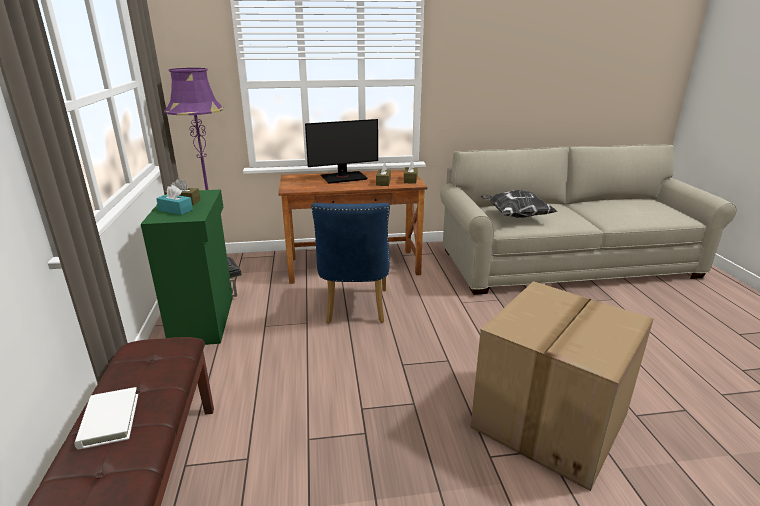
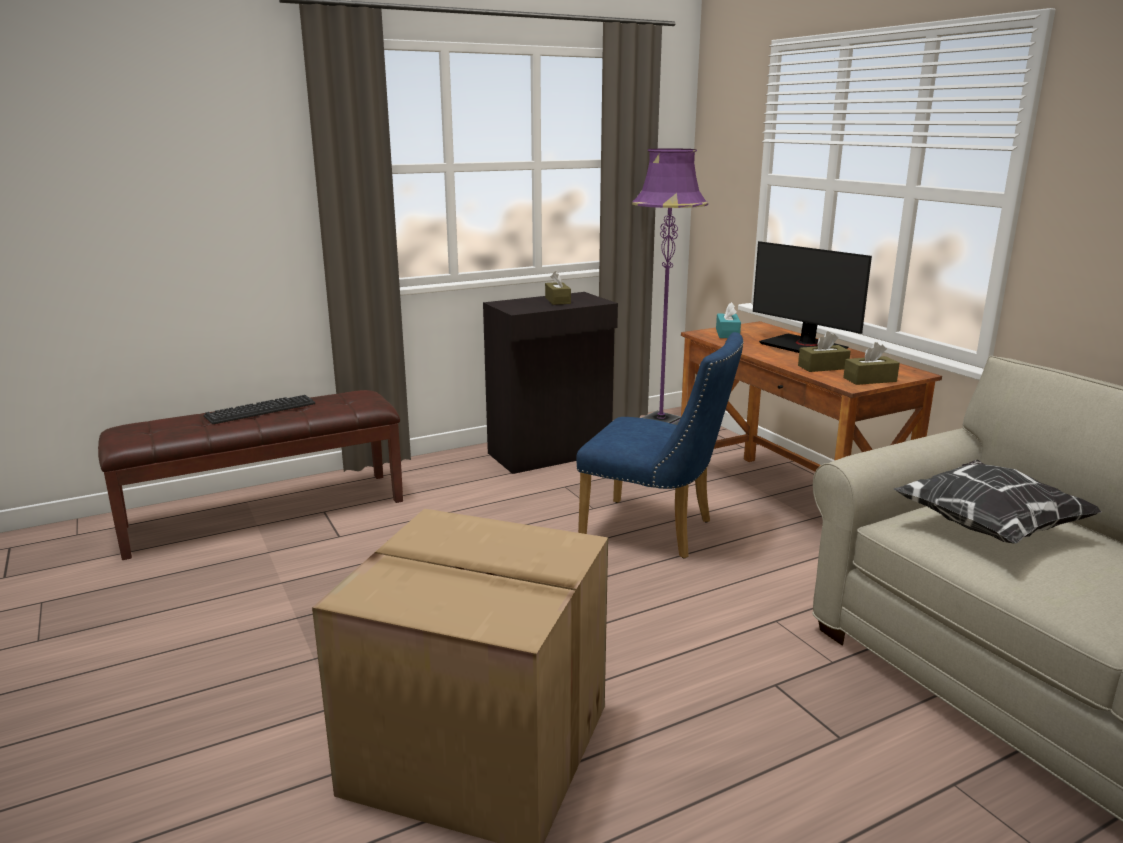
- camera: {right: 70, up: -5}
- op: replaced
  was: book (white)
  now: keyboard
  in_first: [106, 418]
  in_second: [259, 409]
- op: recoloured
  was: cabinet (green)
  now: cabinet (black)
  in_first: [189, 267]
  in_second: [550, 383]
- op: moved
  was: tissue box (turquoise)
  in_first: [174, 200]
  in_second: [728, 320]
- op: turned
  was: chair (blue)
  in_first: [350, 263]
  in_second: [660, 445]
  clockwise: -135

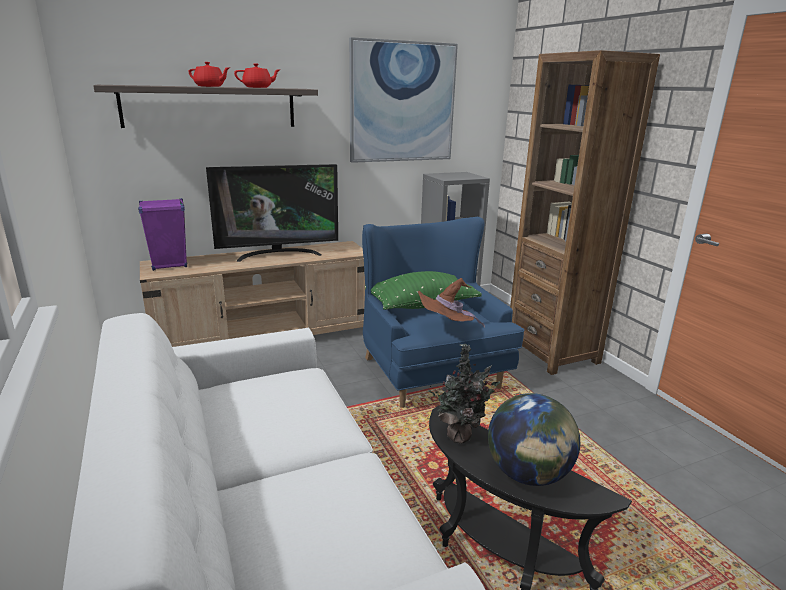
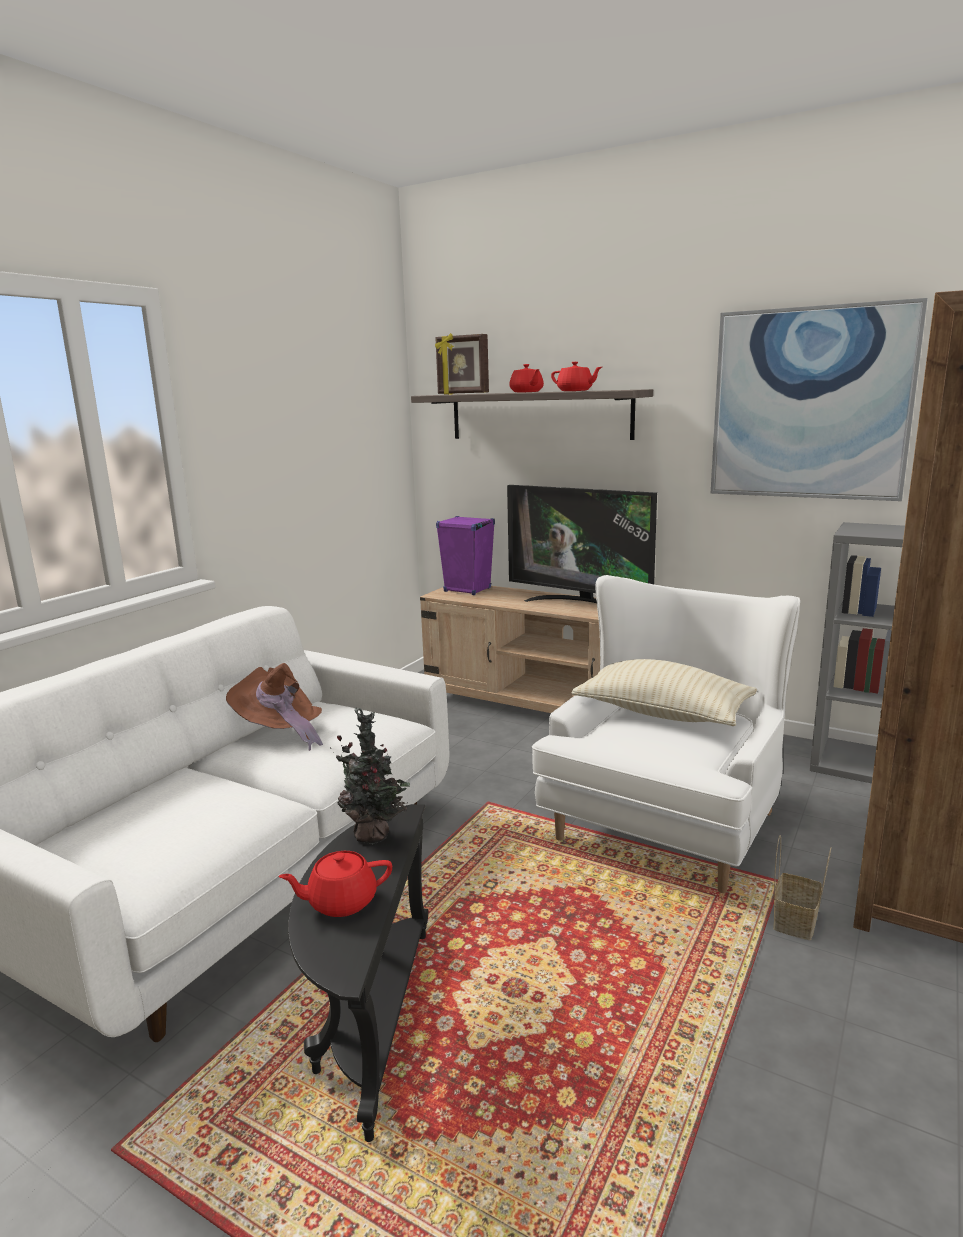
- camera: {right: 55, up: -5}
- op: recoloured
  was: armchair (blue)
  now: armchair (white)
  in_first: [443, 312]
  in_second: [666, 734]
- op: recoloured
  was: pillow (green)
  now: pillow (beige)
  in_first: [423, 290]
  in_second: [664, 692]
- op: moved
  was: hat (brown)
  in_first: [451, 303]
  in_second: [274, 707]
- op: replaced
  was: globe
  now: teapot (red)
  in_first: [534, 439]
  in_second: [335, 884]
- op: added
  now: picture frame
  in_second: [462, 364]
- op: added
  now: basket
  in_second: [802, 887]

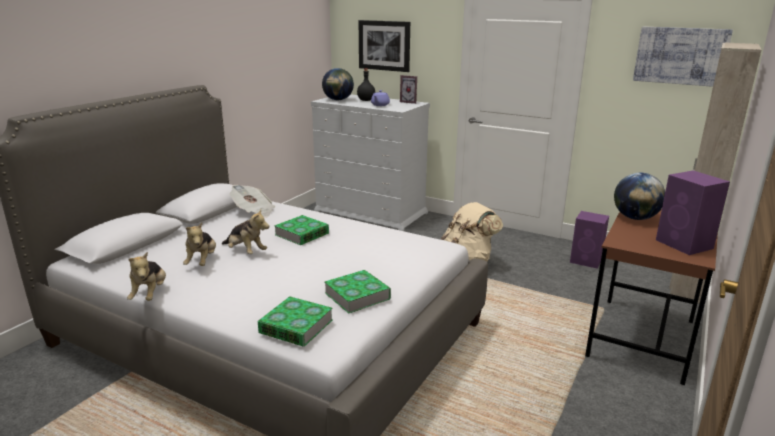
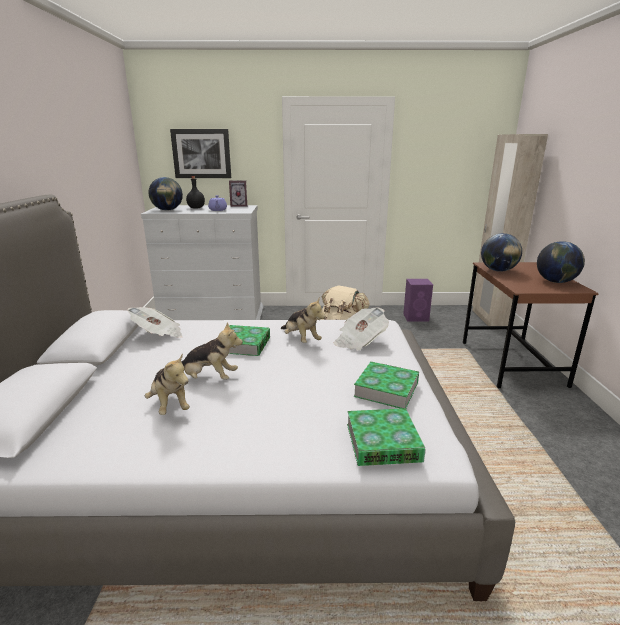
- camera: {right: -30, up: 0}
- op: moved
  was: plush toy
  in_first: [146, 276]
  in_second: [303, 320]
- op: removed
  was: picture
  in_first: [683, 57]
- op: replaced
  was: speaker (purple)
  now: globe
  in_first: [693, 212]
  in_second: [561, 262]
- op: added
  now: newspaper
  in_second: [361, 328]

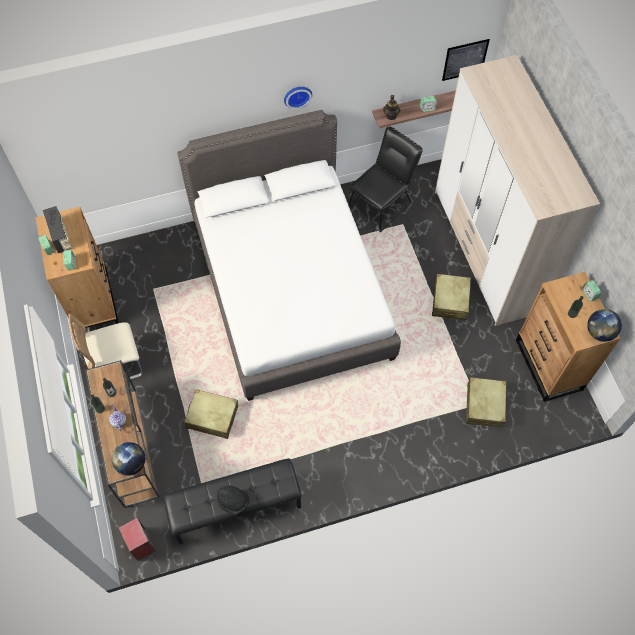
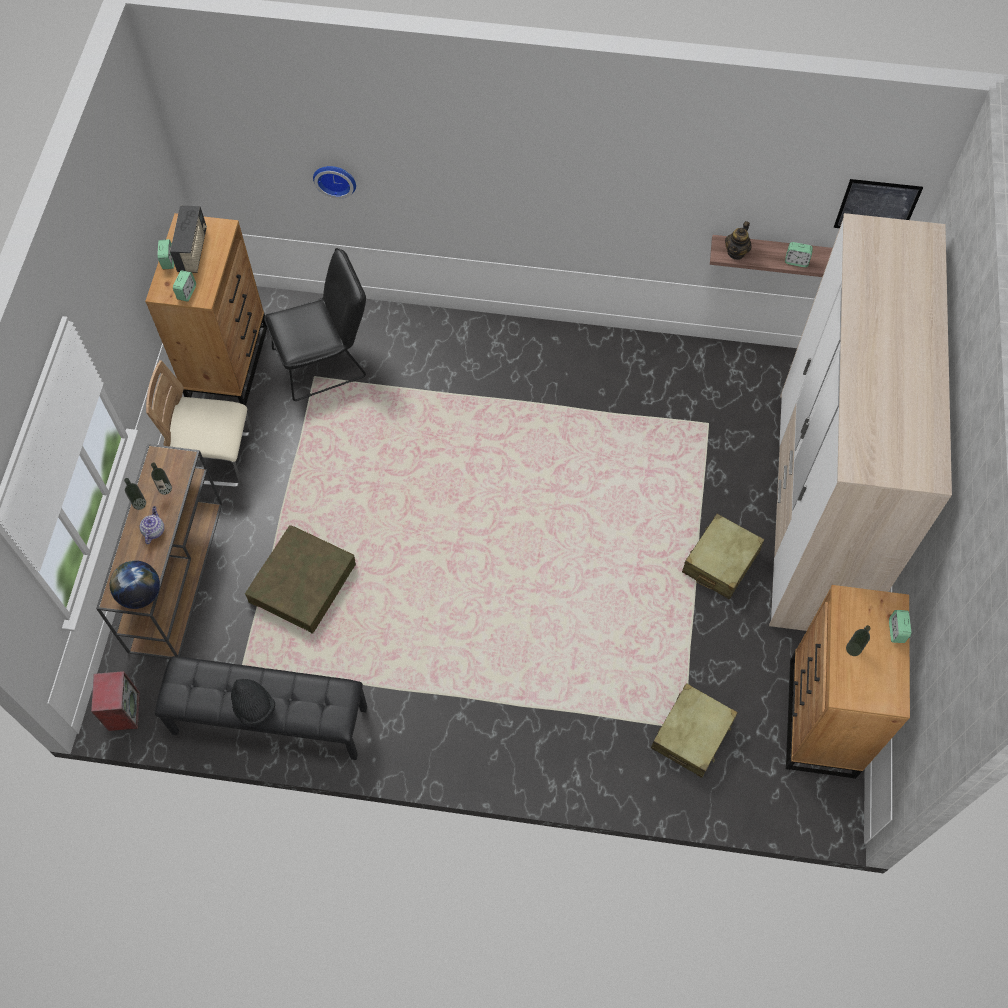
- camera: {right: 25, up: 0}
- op: removed
  was: bed (white)
  in_first: [289, 255]
- op: replaced
  was: suitcase (beige)
  now: storage box (brown)
  in_first: [211, 414]
  in_second: [300, 579]
- op: moved
  was: wall clock
  in_first: [298, 98]
  in_second: [334, 182]
- op: moved
  was: chair (black)
  in_first: [385, 179]
  in_second: [315, 324]
- op: removed
  was: globe
  in_first: [604, 325]

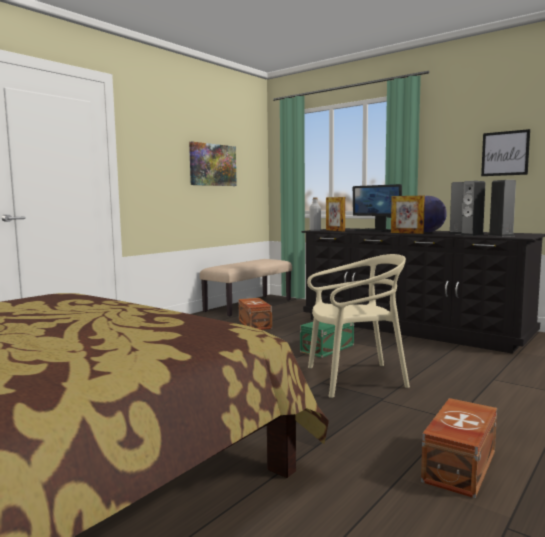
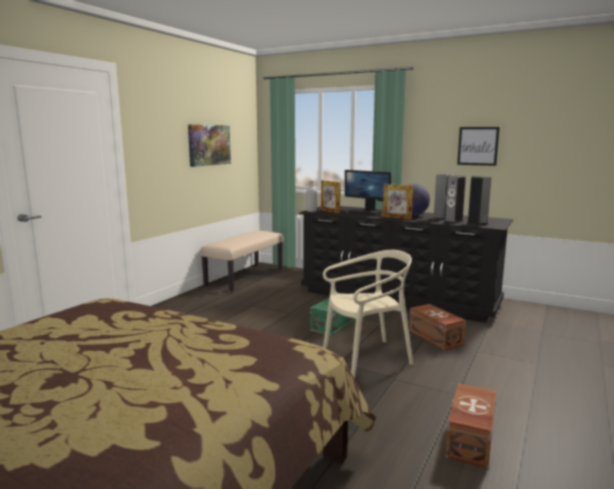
- camera: {right: -10, up: 5}
- op: moved
  was: storage box (brown)
  in_first: [255, 314]
  in_second: [437, 327]

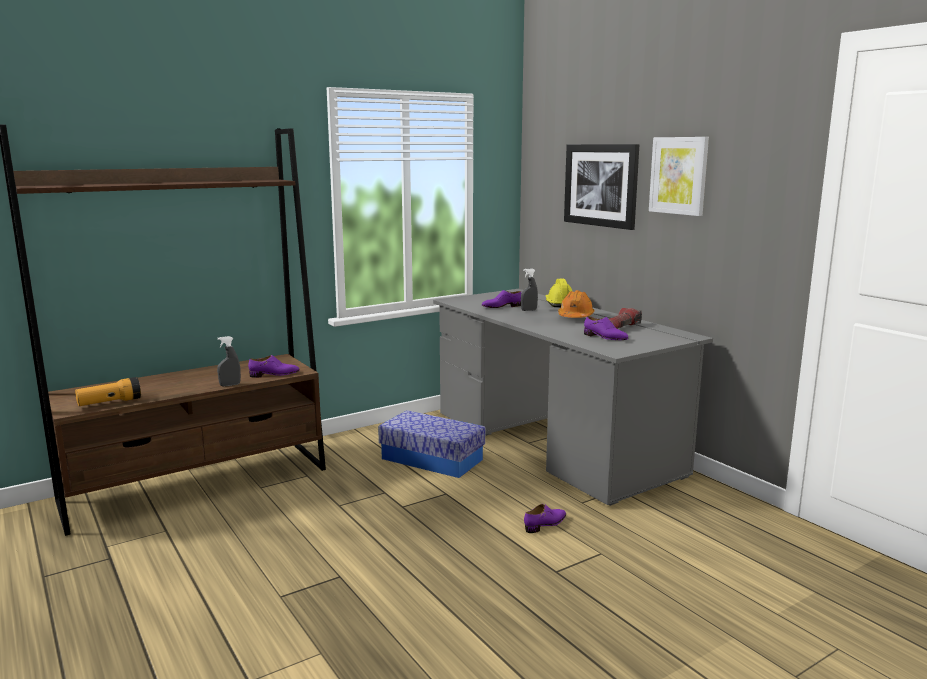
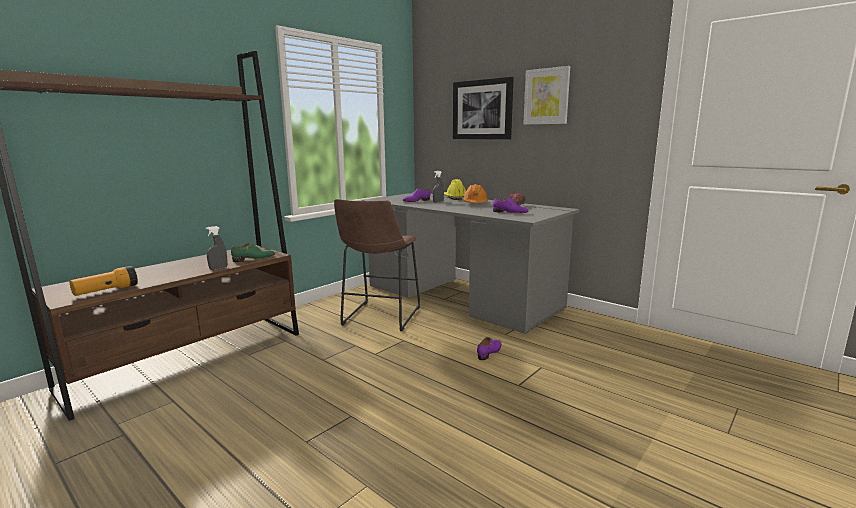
- camera: {right: -15, up: 0}
- op: recoloured
  was: shoe (purple)
  now: shoe (green)
  in_first: [273, 366]
  in_second: [253, 252]
- op: replaced
  was: storage box
  now: stool (brown)
  in_first: [431, 444]
  in_second: [377, 265]

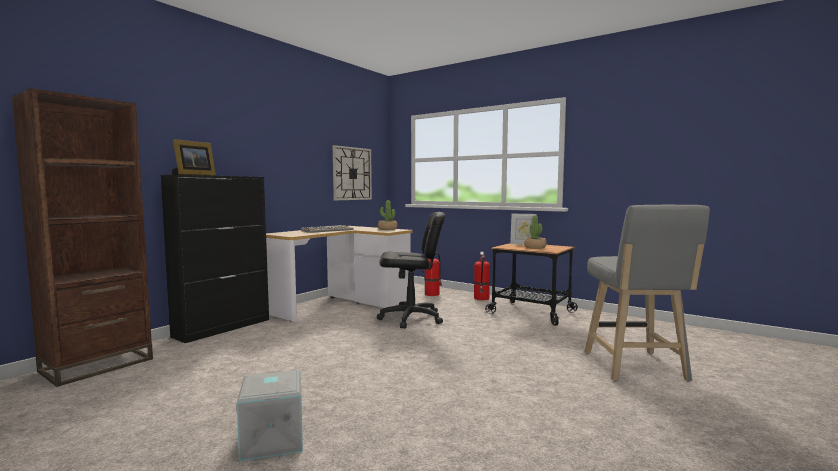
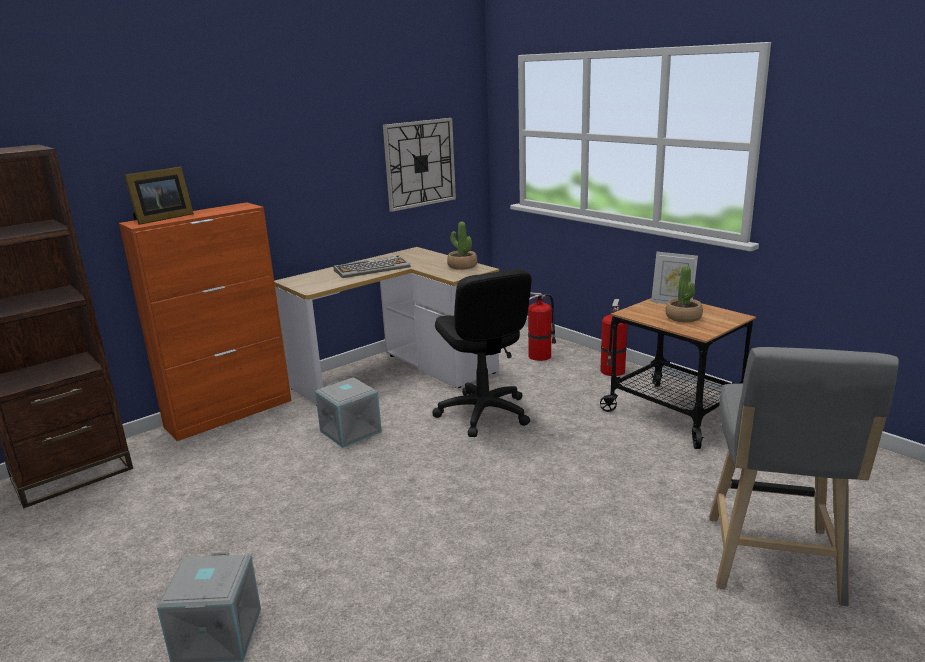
- camera: {right: 15, up: 15}
- op: recoloured
  was: cabinet (black)
  now: cabinet (orange)
  in_first: [215, 259]
  in_second: [205, 321]
- op: turned
  was: office chair (black)
  in_first: [411, 270]
  in_second: [482, 353]
  clockwise: 60
- op: added
  now: storage box (grey)
  in_second: [348, 412]

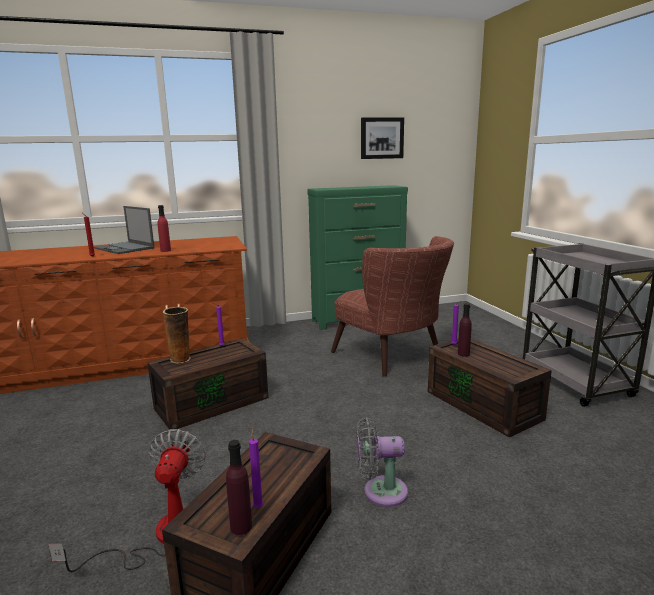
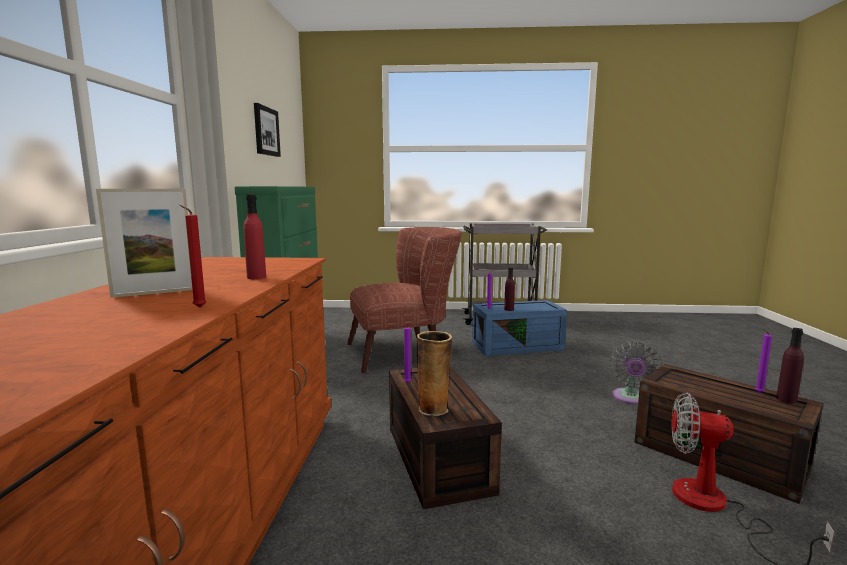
- camera: {right: -70, up: -5}
- op: replaced
  was: laptop
  now: picture frame
  in_first: [124, 230]
  in_second: [144, 243]
- op: recoloured
  was: storage box (brown)
  now: storage box (blue)
  in_first: [490, 388]
  in_second: [519, 328]

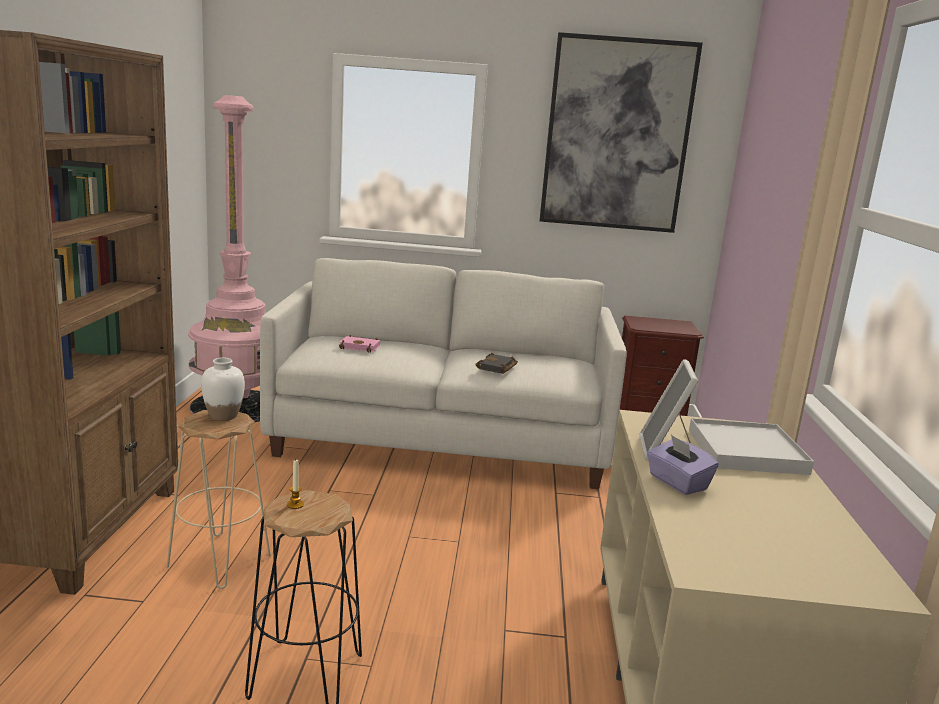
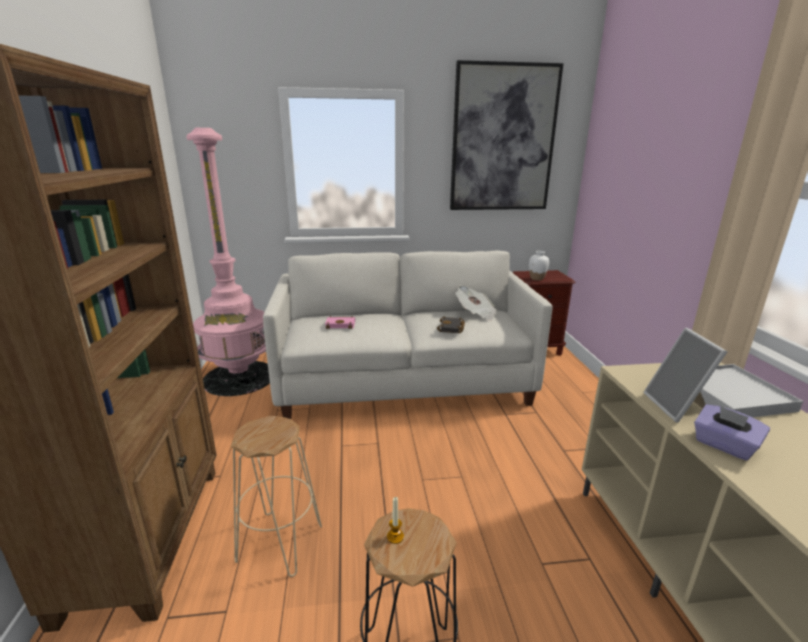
- camera: {right: -10, up: 5}
- op: moved
  was: vase (white)
  in_first: [223, 389]
  in_second: [539, 266]
- op: added
  now: newspaper
  in_second: [477, 303]

